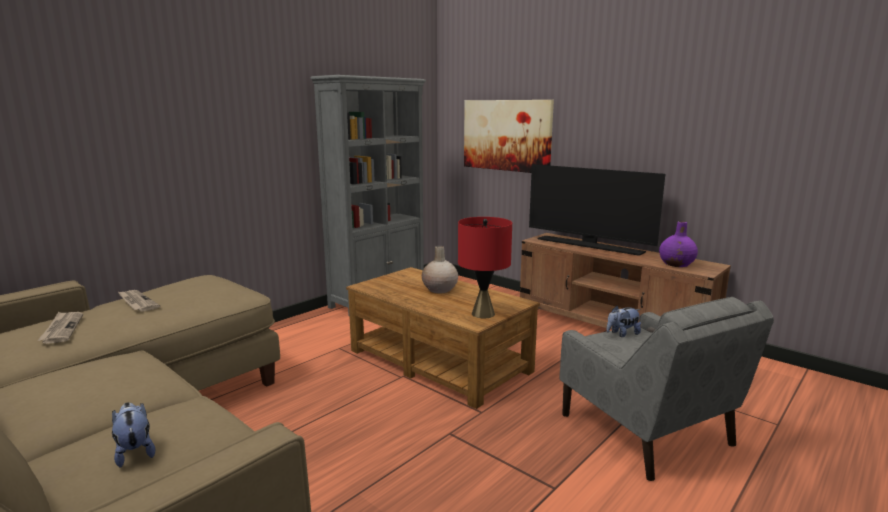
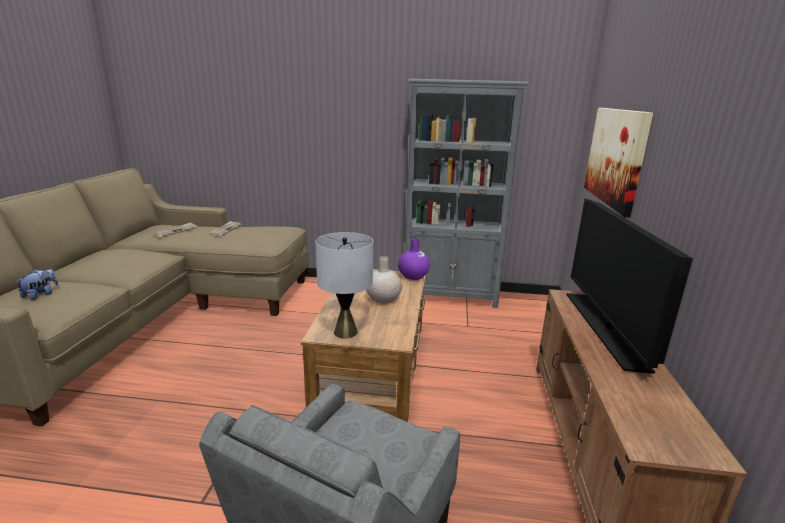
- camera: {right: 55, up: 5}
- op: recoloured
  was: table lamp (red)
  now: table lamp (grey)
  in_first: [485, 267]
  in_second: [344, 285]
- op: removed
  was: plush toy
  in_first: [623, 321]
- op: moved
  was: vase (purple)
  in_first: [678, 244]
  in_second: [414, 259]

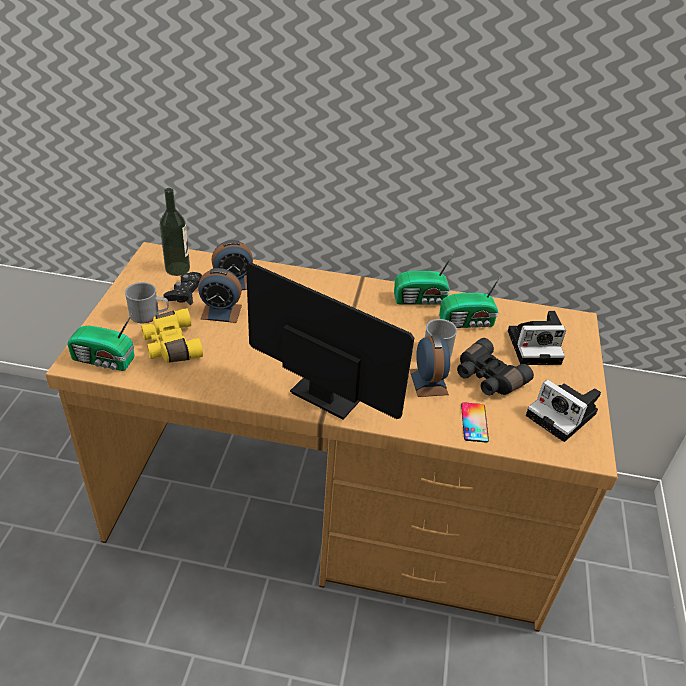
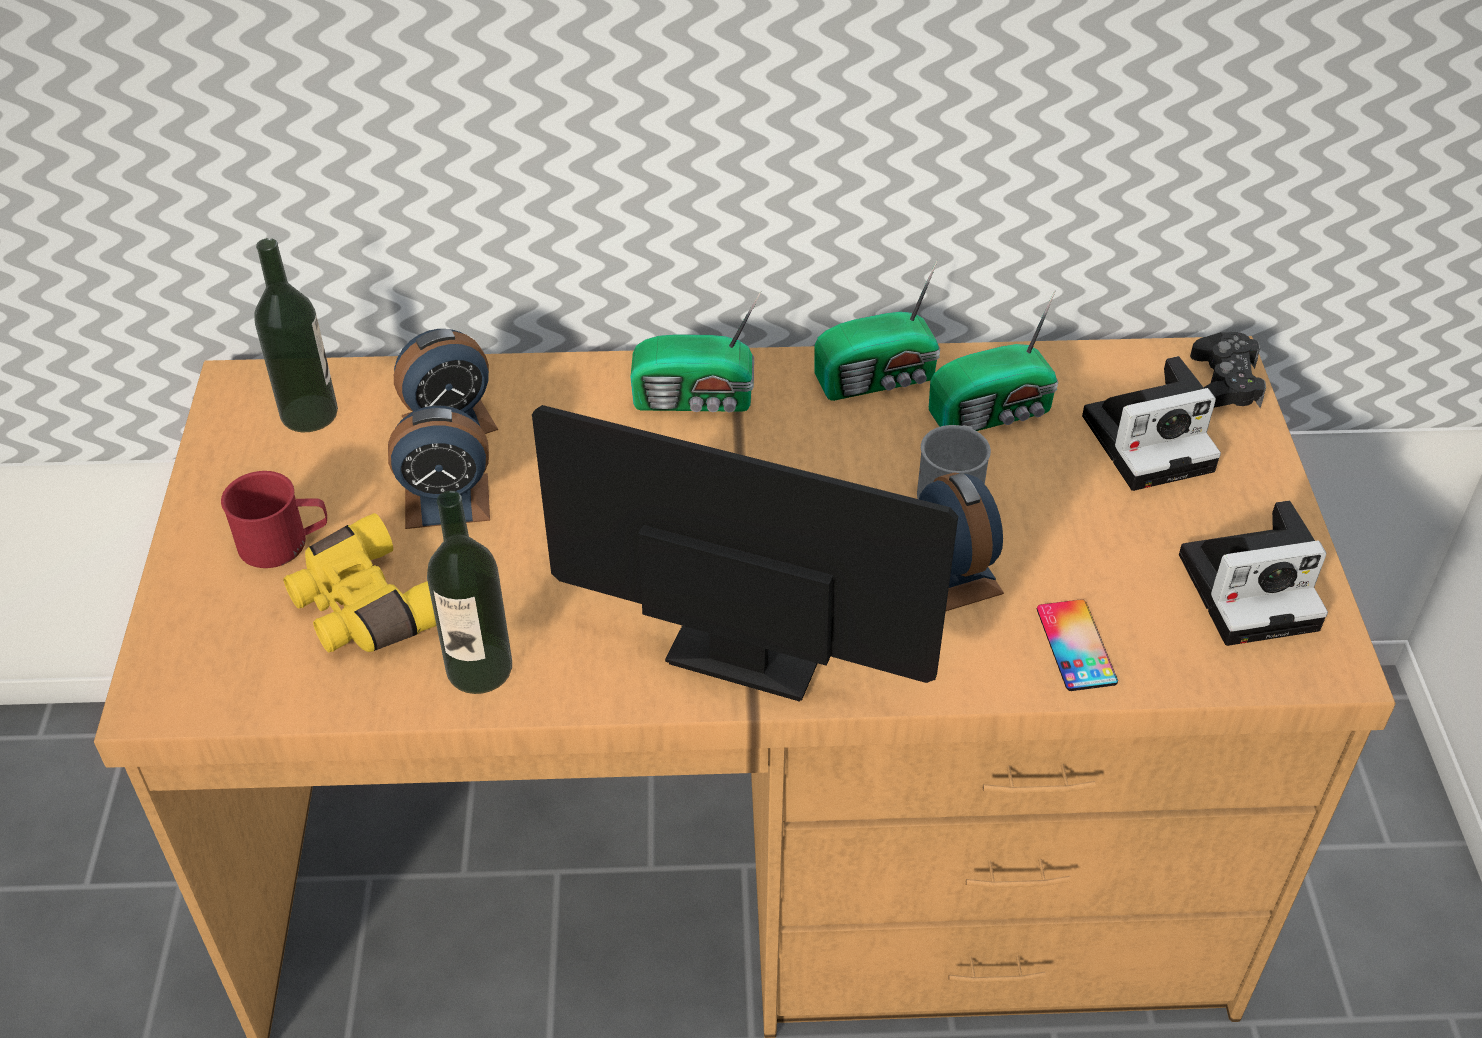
- camera: {right: -10, up: 5}
- op: moved
  was: radio
  in_first: [100, 342]
  in_second: [696, 351]
- op: recoloured
  was: mug (grey)
  now: mug (red)
  in_first: [147, 302]
  in_second: [274, 519]
- op: moved
  was: game controller (black)
  in_first: [183, 289]
  in_second: [1228, 370]
- op: removed
  was: binoculars (black)
  in_first: [495, 366]
- op: turned
  was: photo camera
  in_first: [563, 411]
  in_second: [1253, 573]
  clockwise: -45
- op: added
  now: bottle
  in_second: [469, 592]

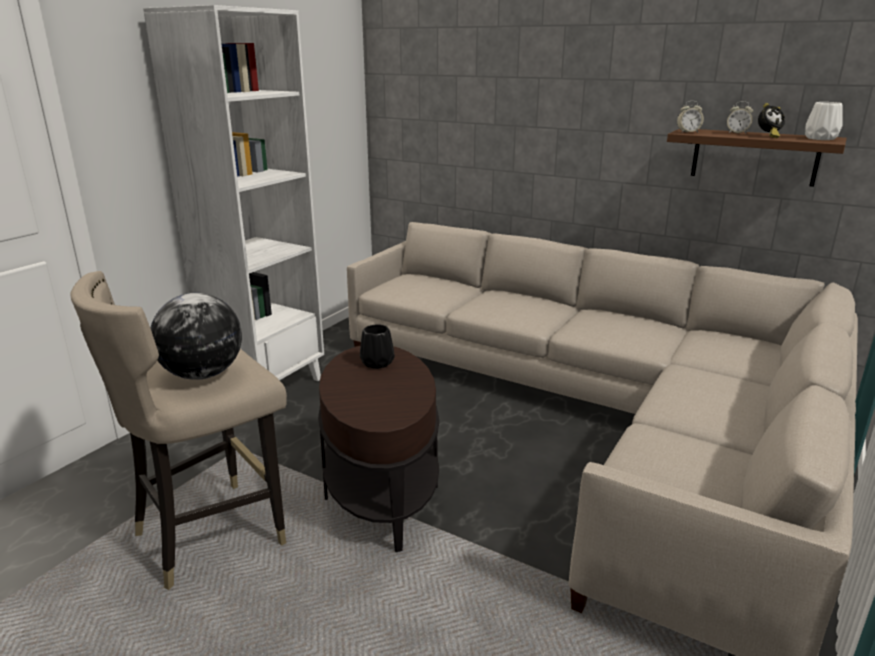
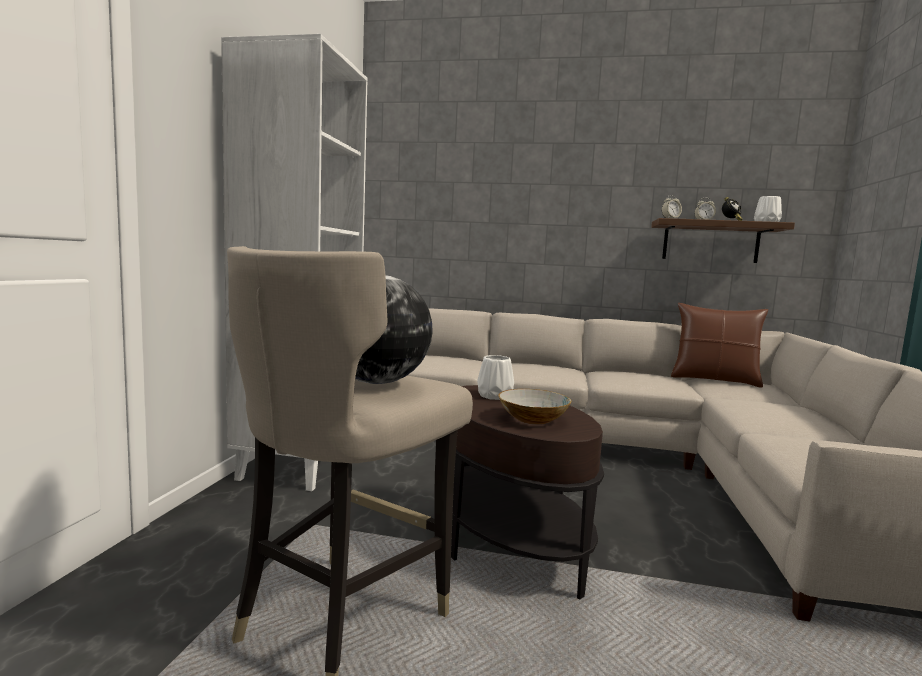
- camera: {right: -20, up: -15}
- op: recoloured
  was: vase (black)
  now: vase (white)
  in_first: [377, 346]
  in_second: [495, 377]
- op: added
  now: bowl
  in_second: [535, 407]
- op: added
  now: pillow (brown)
  in_second: [719, 345]

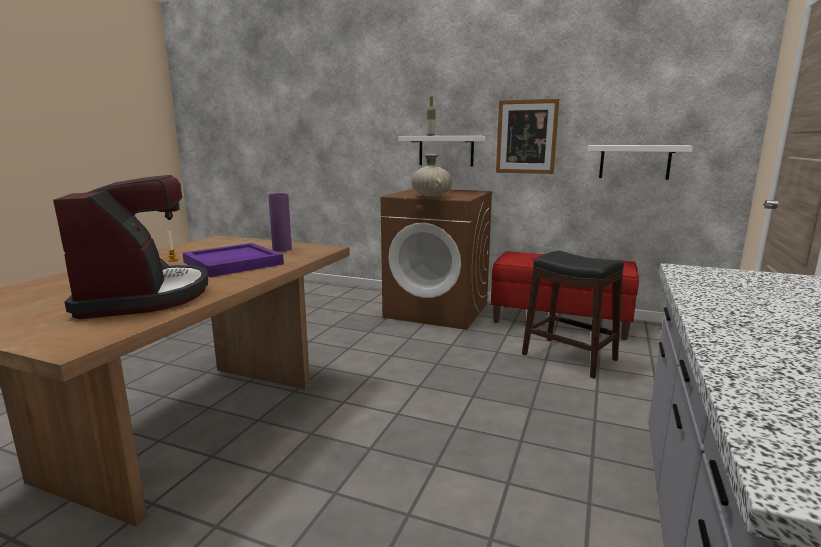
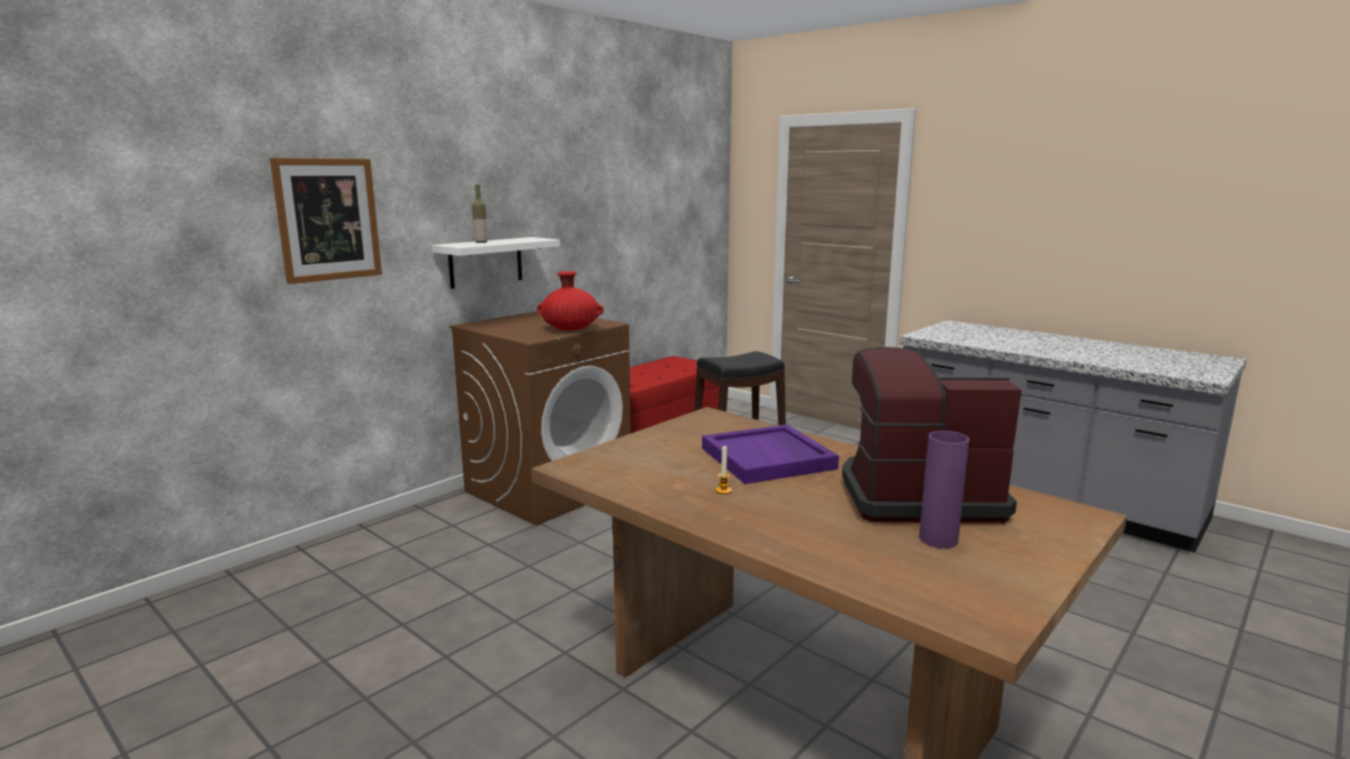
- camera: {right: -70, up: 0}
- op: moved
  was: vase (purple)
  in_first: [280, 222]
  in_second: [944, 489]
- op: recoloured
  was: vase (beige)
  now: vase (red)
  in_first: [432, 175]
  in_second: [570, 301]
- op: moved
  was: picture
  in_first: [527, 136]
  in_second: [326, 221]
- op: removed
  was: shelf (white)
  in_first: [640, 162]

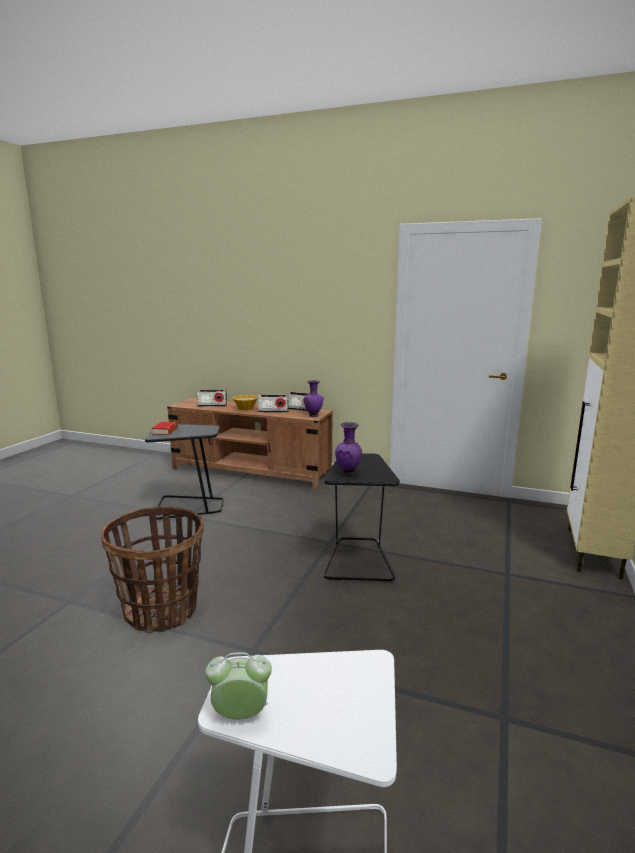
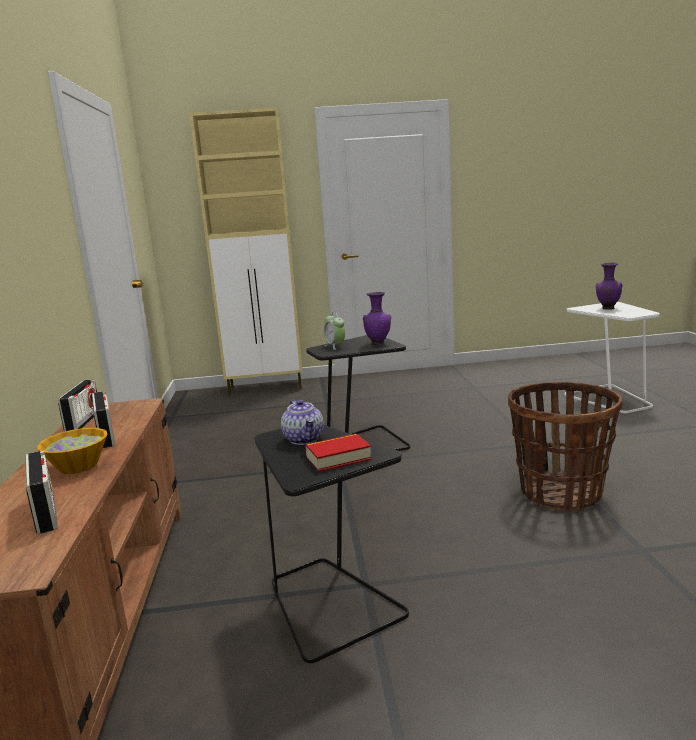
- camera: {right: -115, up: 0}
- op: moved
  was: alarm clock
  in_first: [238, 686]
  in_second: [334, 331]
- op: moved
  was: vase (purple)
  in_first: [314, 398]
  in_second: [609, 286]
- op: added
  now: teapot
  in_second: [302, 422]

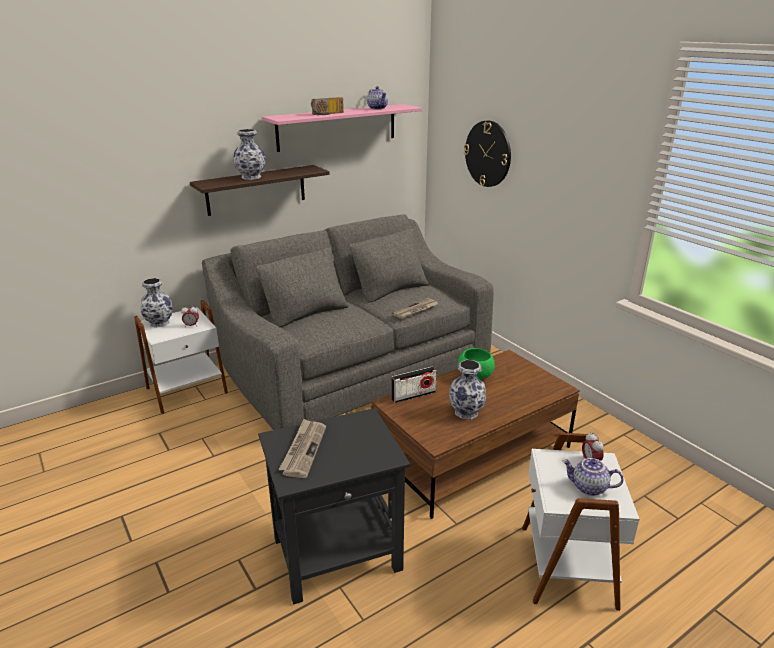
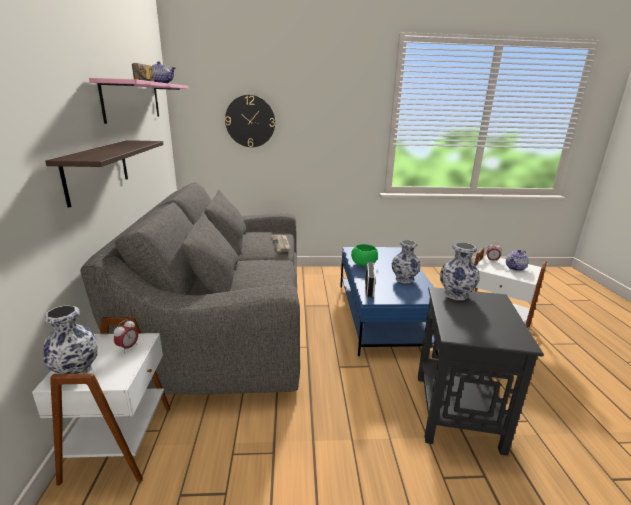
- camera: {right: -60, up: -5}
- op: moved
  was: vase
  in_first: [249, 154]
  in_second: [460, 271]
- op: removed
  was: newspaper
  in_first: [302, 448]
- op: recoloured
  was: coffee table (brown)
  now: coffee table (blue)
  in_first: [475, 434]
  in_second: [388, 301]

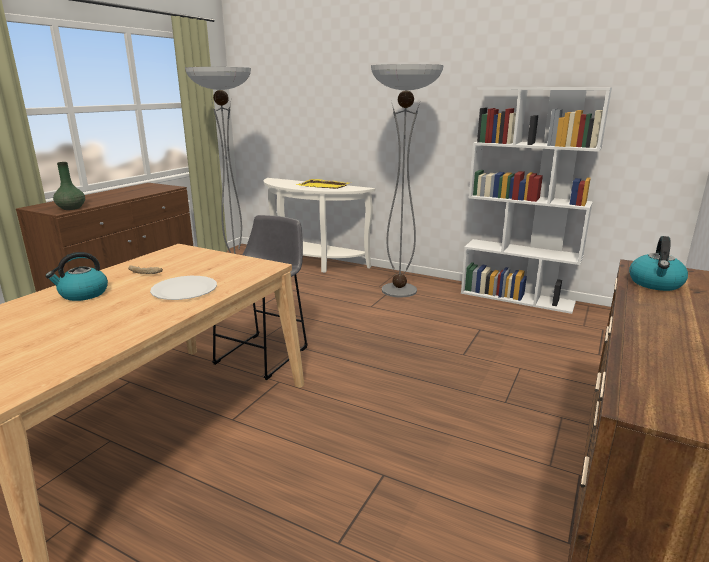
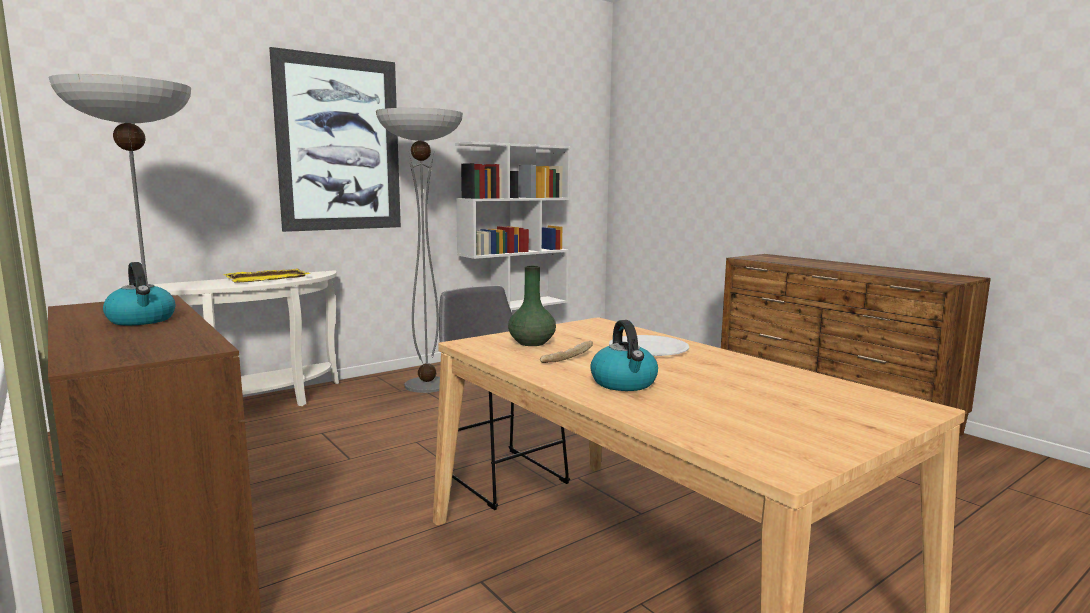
- camera: {right: -65, up: -10}
- op: moved
  was: vase (green)
  in_first: [69, 186]
  in_second: [532, 306]
- op: moved
  was: kettle
  in_first: [658, 263]
  in_second: [139, 293]
- op: added
  now: picture
  in_second: [335, 139]

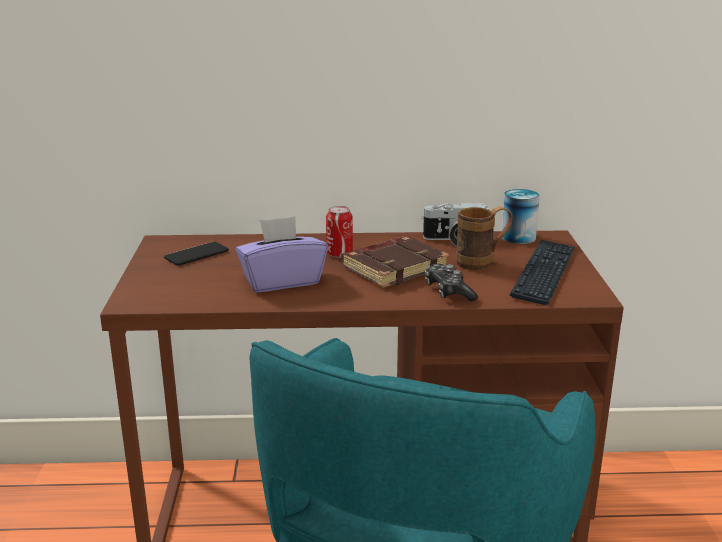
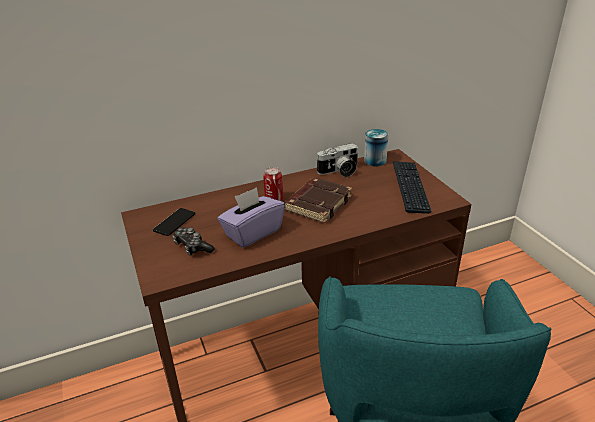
- camera: {right: -20, up: 10}
- op: moved
  was: game controller
  in_first: [451, 283]
  in_second: [194, 241]
- op: removed
  was: mug (brown)
  in_first: [484, 238]

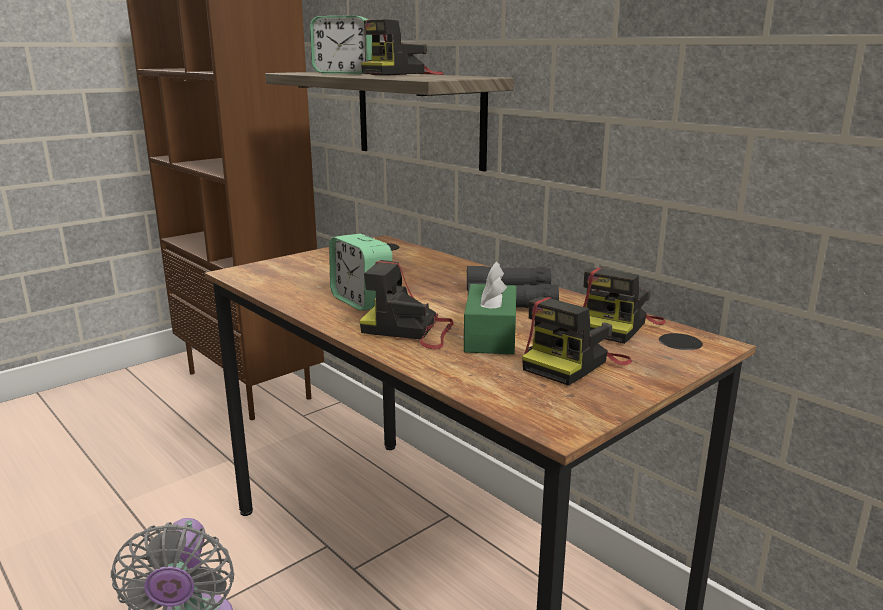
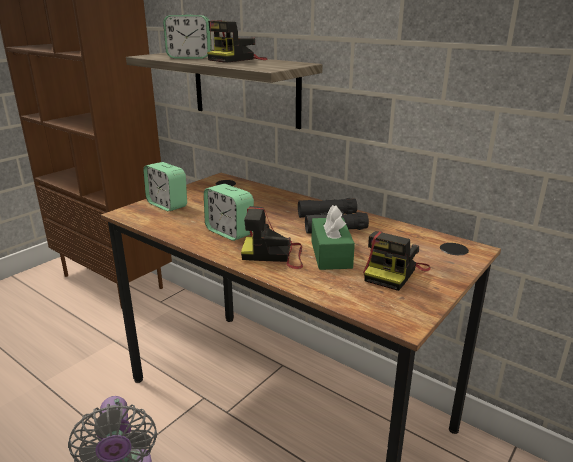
- camera: {right: -10, up: 5}
- op: removed
  was: photo camera
  in_first: [624, 306]
- op: added
  now: alarm clock
  in_second: [165, 186]

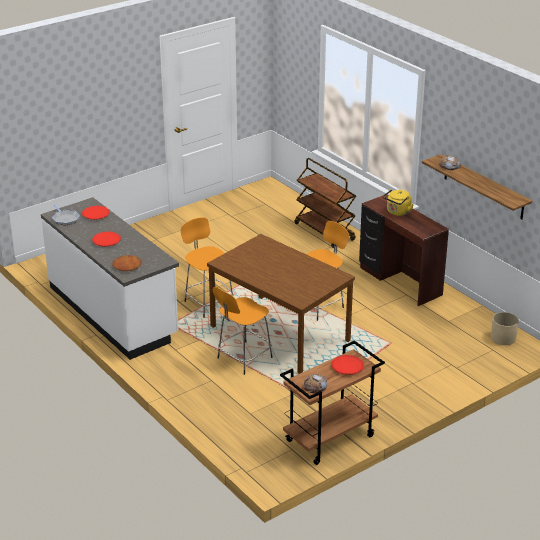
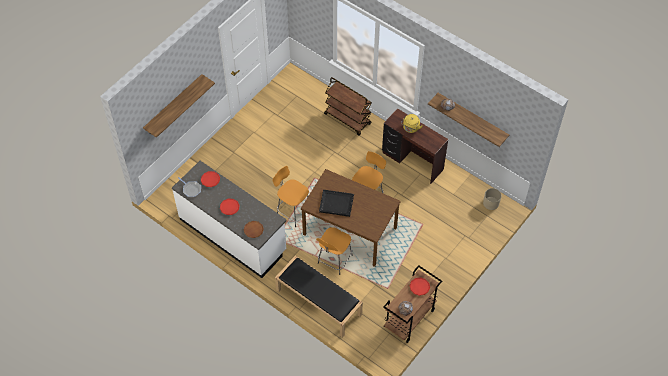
- camera: {right: -15, up: 25}
- op: added
  now: shelf
  in_second: [179, 106]
- op: added
  now: bench (black)
  in_second: [319, 296]
- op: added
  now: tray (black)
  in_second: [336, 203]

